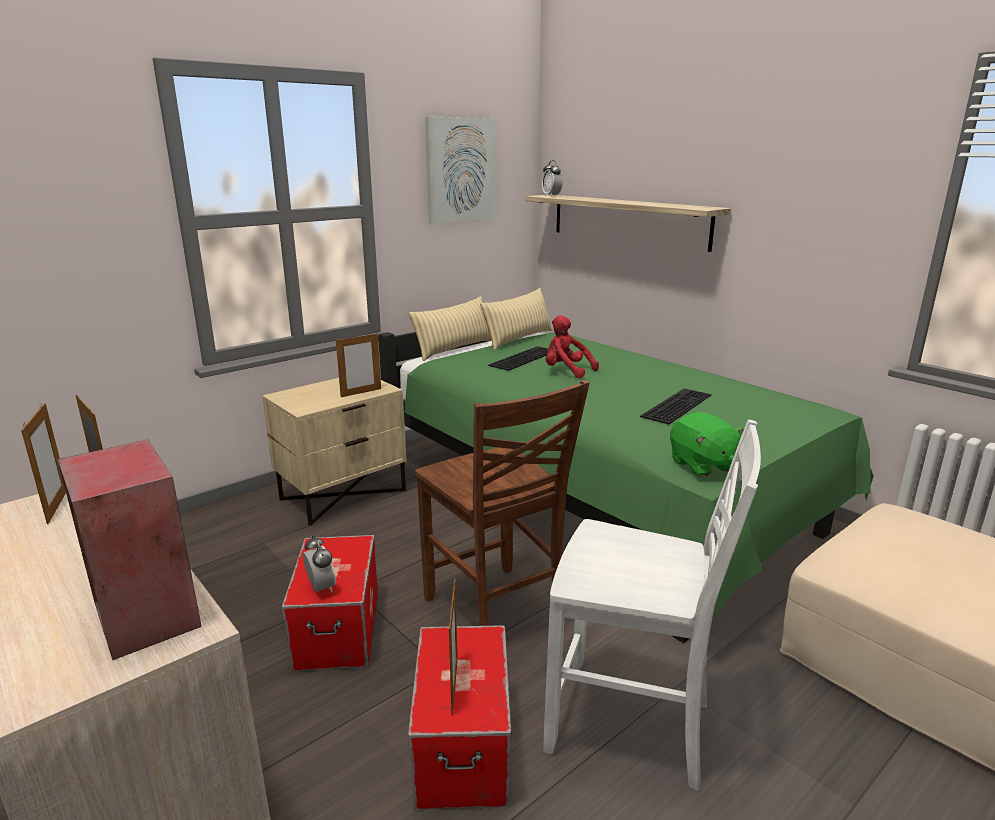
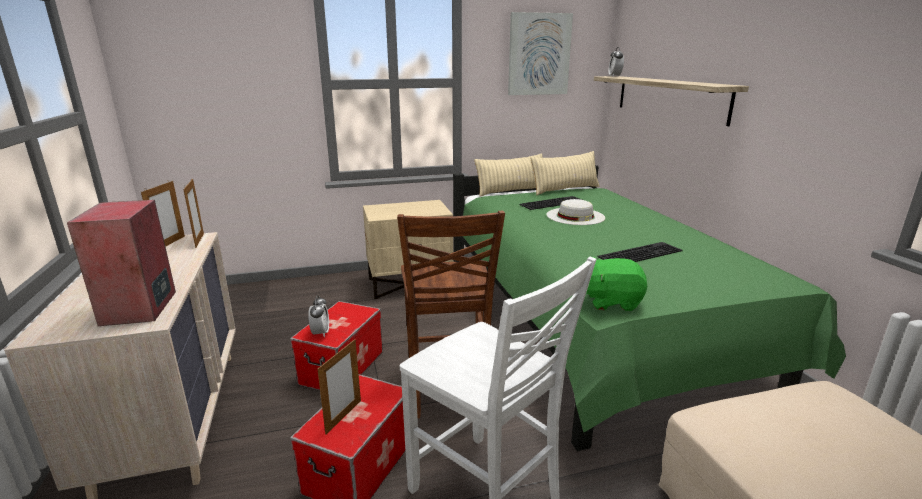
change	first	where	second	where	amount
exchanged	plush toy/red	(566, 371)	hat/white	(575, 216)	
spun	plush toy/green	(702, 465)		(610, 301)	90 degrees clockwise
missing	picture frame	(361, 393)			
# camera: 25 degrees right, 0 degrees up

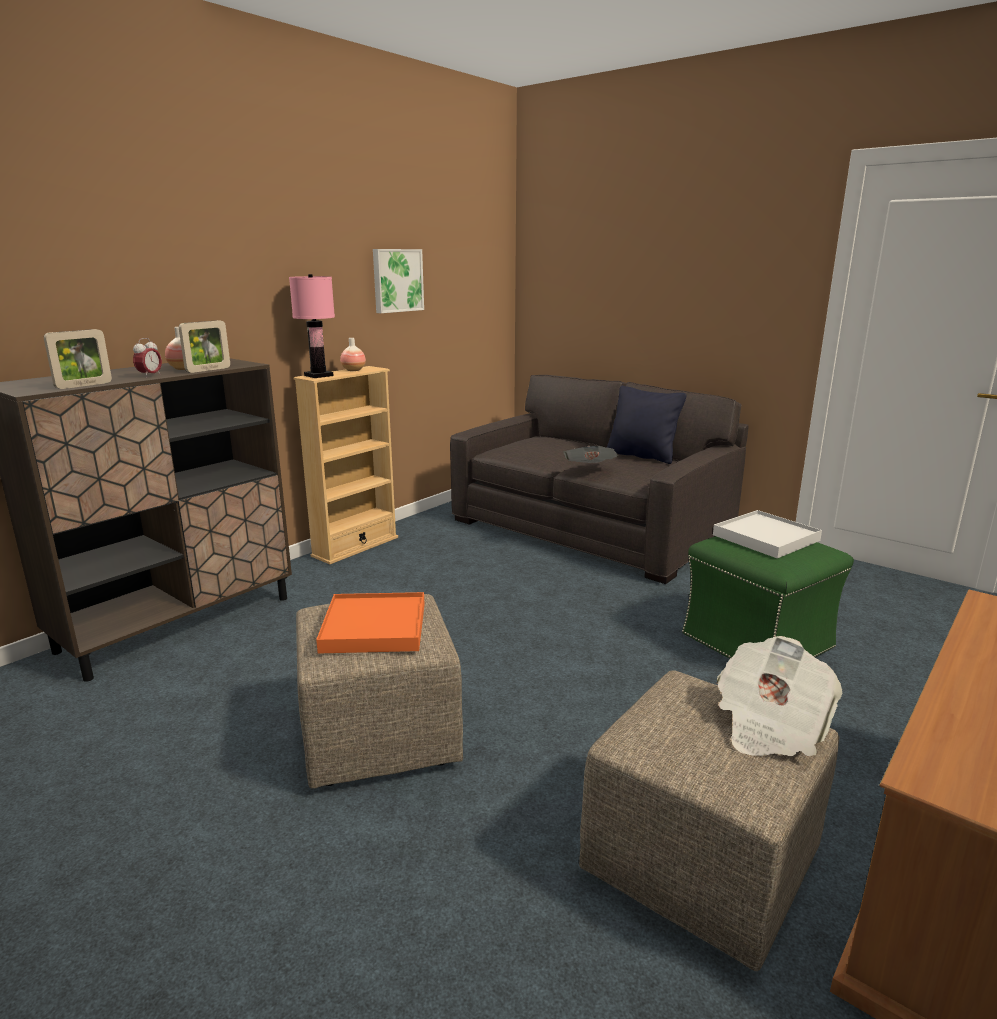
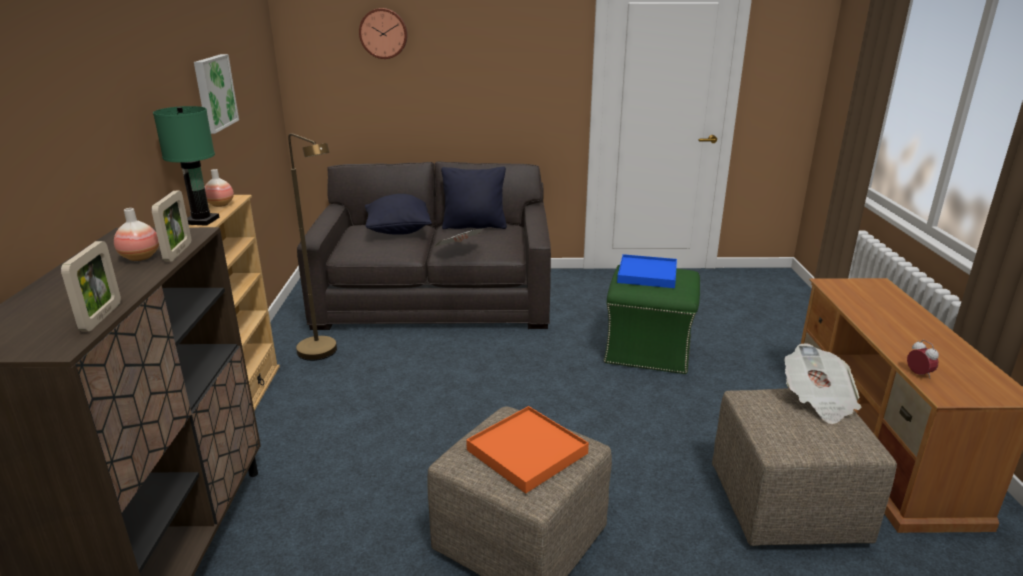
change	first	where	second	where	amount
colour	table lamp/pink	(318, 375)	table lamp/green	(201, 221)	
appeared			floor lamp/brown	(323, 354)	
appeared			wall clock	(383, 33)	
appeared			pillow/black	(398, 231)	
colour	tray/white	(766, 538)	tray/blue	(647, 274)	
relocated	alarm clock	(150, 376)		(918, 374)	
# camera: 40 degrees left, 5 degrees up

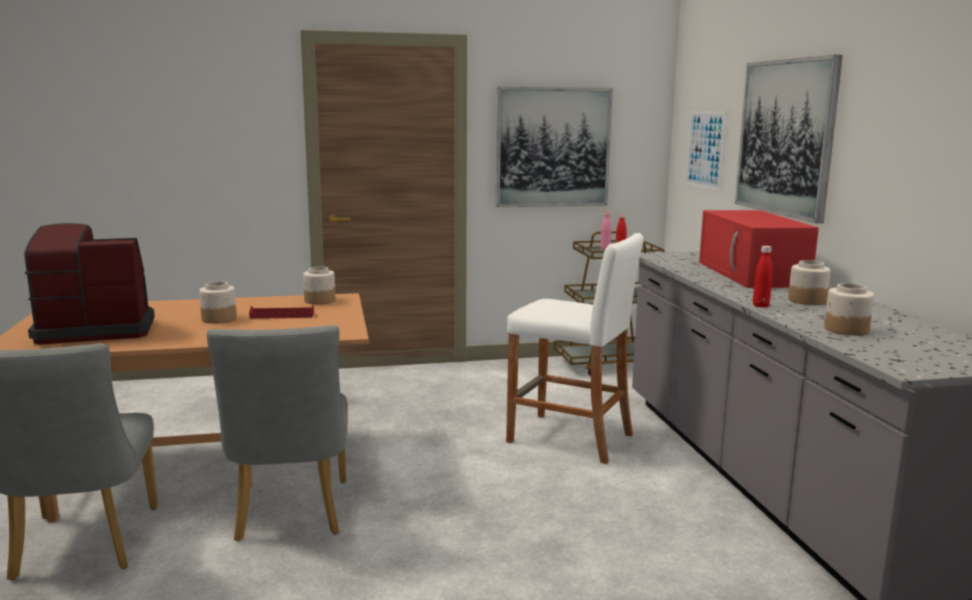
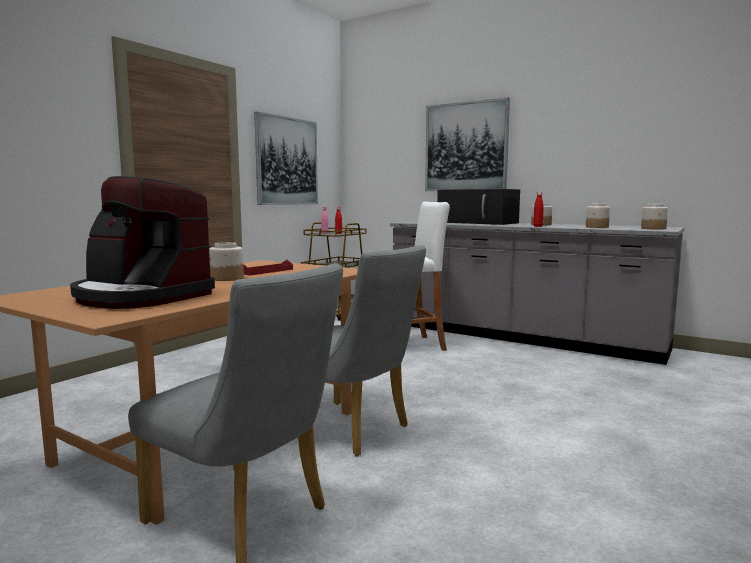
change	first	where	second	where	amount
spun	coffee machine	(96, 329)		(141, 297)	90 degrees counterclockwise
colour	microwave/red	(753, 274)	microwave/black	(478, 222)	
relocated	jar	(319, 301)		(653, 228)	
missing	picture	(705, 149)			
# camera: 45 degrees left, 5 degrees down

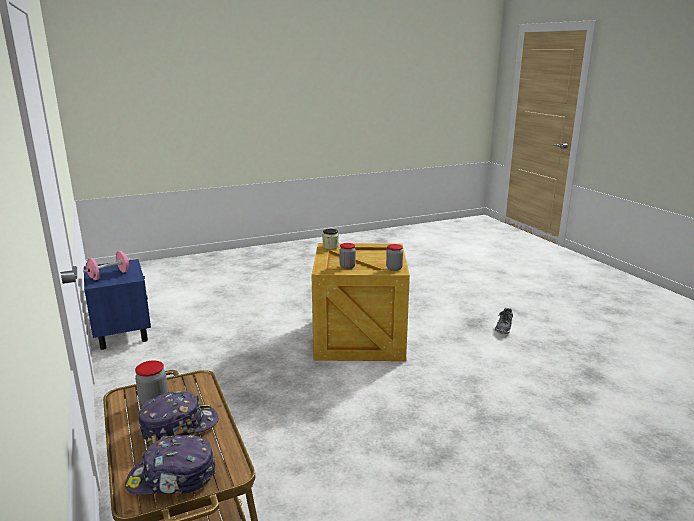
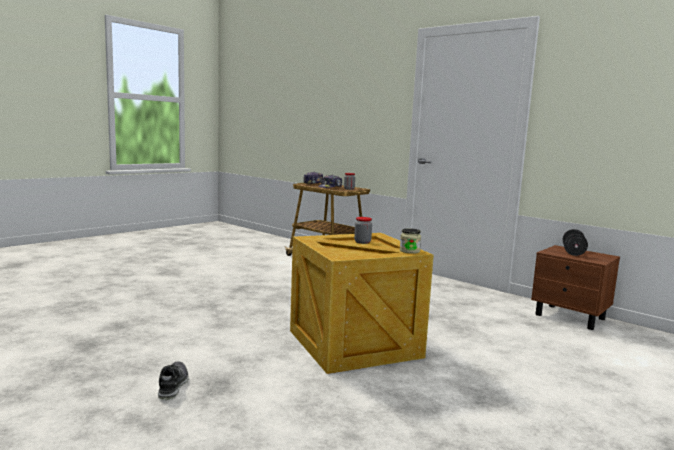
change	first	where	second	where	amount
colour	nightstand/blue	(122, 332)	nightstand/brown	(570, 317)	
colour	dumbbell/pink	(109, 275)	dumbbell/black	(573, 252)	
missing	jar	(394, 268)			
# camera: 155 degrees right, 10 degrees down

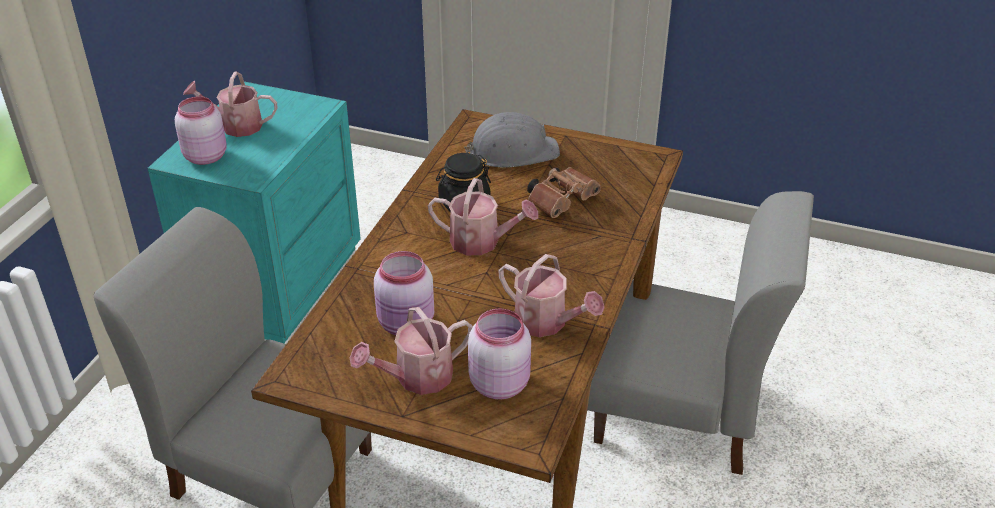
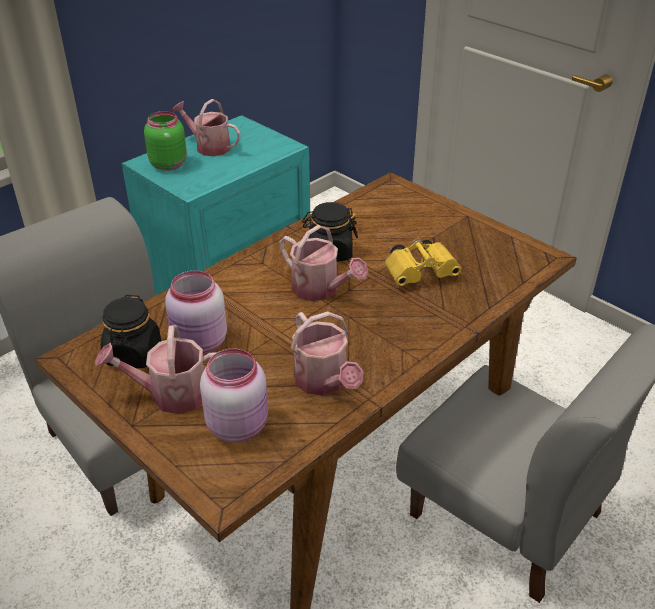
change	first	where	second	where	amount
appeared			jar/black	(133, 354)	
colour	jar/pink	(205, 156)	jar/green	(169, 164)	
colour	binoculars/brown	(562, 201)	binoculars/yellow	(422, 273)	
missing	hard hat/grey	(512, 151)			
# camera: 25 degrees right, 0 degrees up

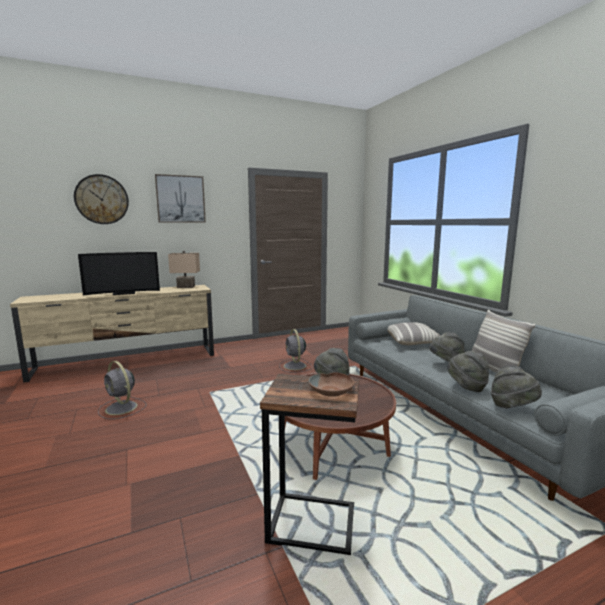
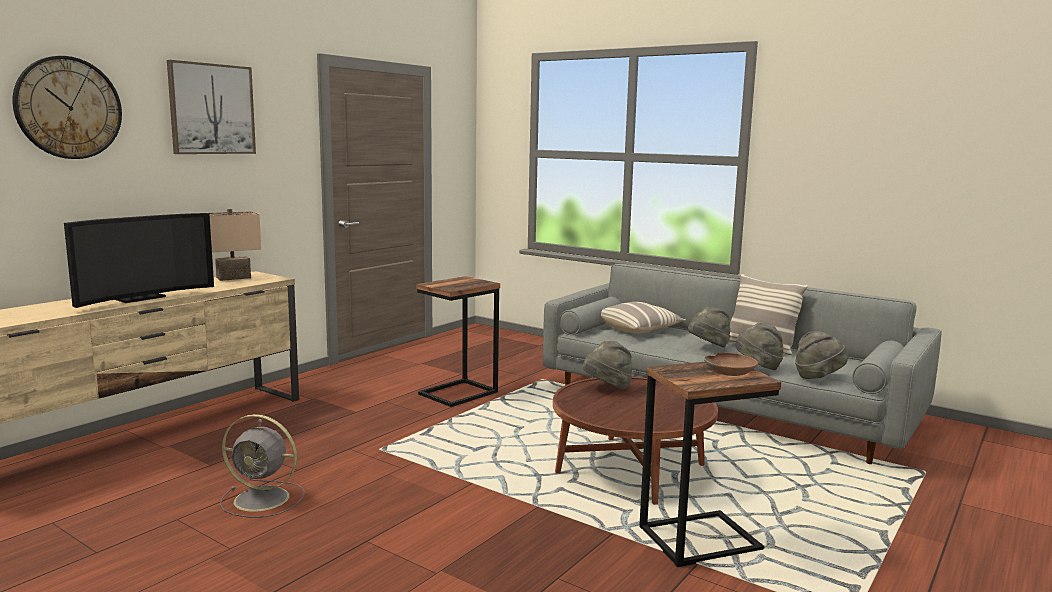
change	first	where	second	where	amount
exchanged	fan/grey	(295, 366)	side table	(459, 393)	
# camera: 30 degrees left, 0 degrees up

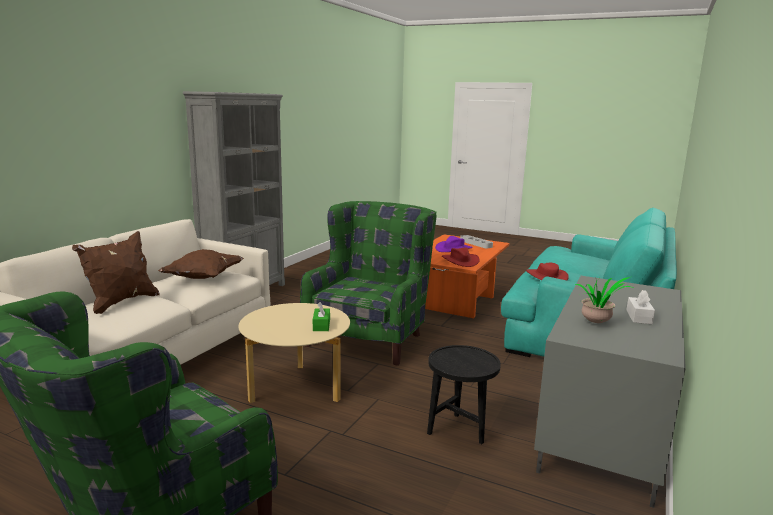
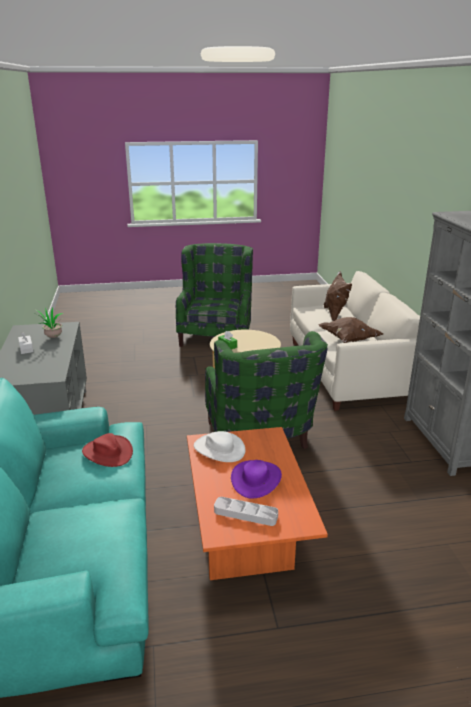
change	first	where	second	where	amount
colour	hat/red	(460, 261)	hat/white	(219, 449)	
missing	side table/black	(459, 432)			
# camera: 145 degrees right, 10 degrees up

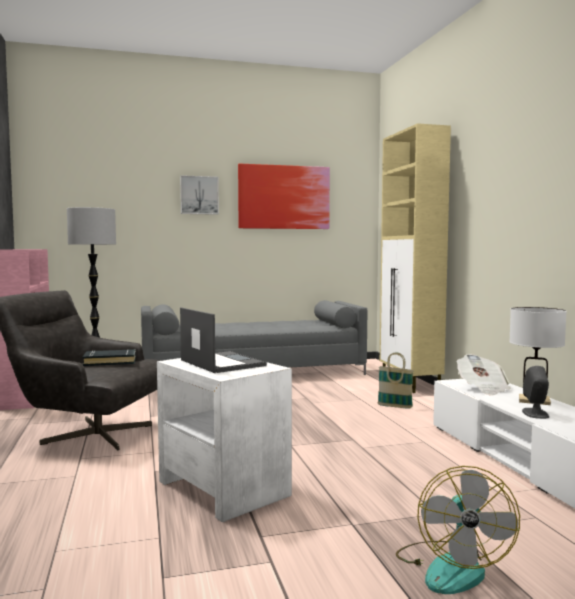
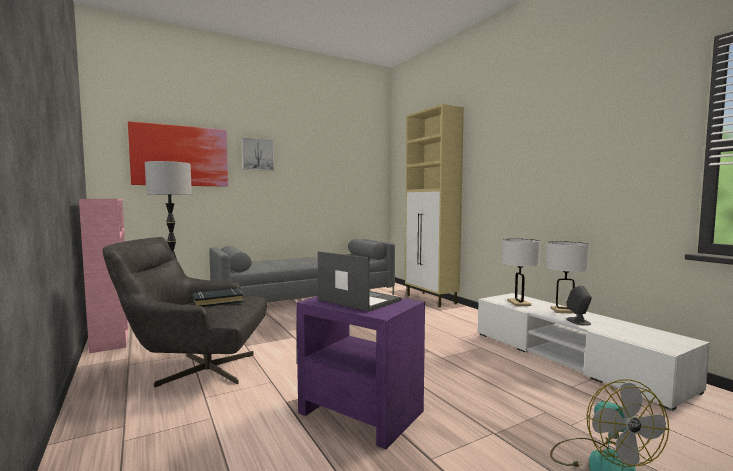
change	first	where	second	where	amount
relocated	picture	(284, 197)		(180, 156)	
colour	side table/white	(223, 487)	side table/purple	(360, 411)	
exchanged	newspaper	(482, 388)	table lamp/white	(519, 303)	
missing	basket	(395, 406)			
# camera: 15 degrees left, 0 degrees up

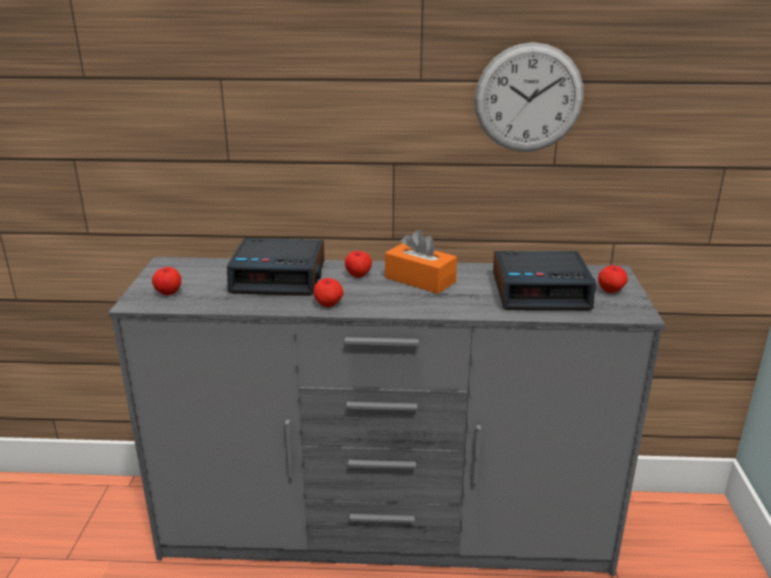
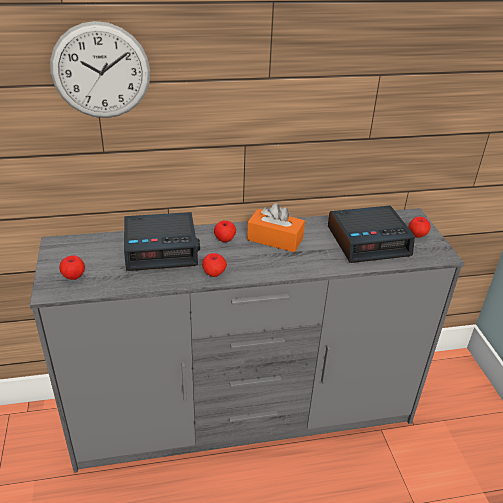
change	first	where	second	where	amount
relocated	wall clock	(528, 98)		(101, 71)	
# camera: 15 degrees left, 10 degrees up

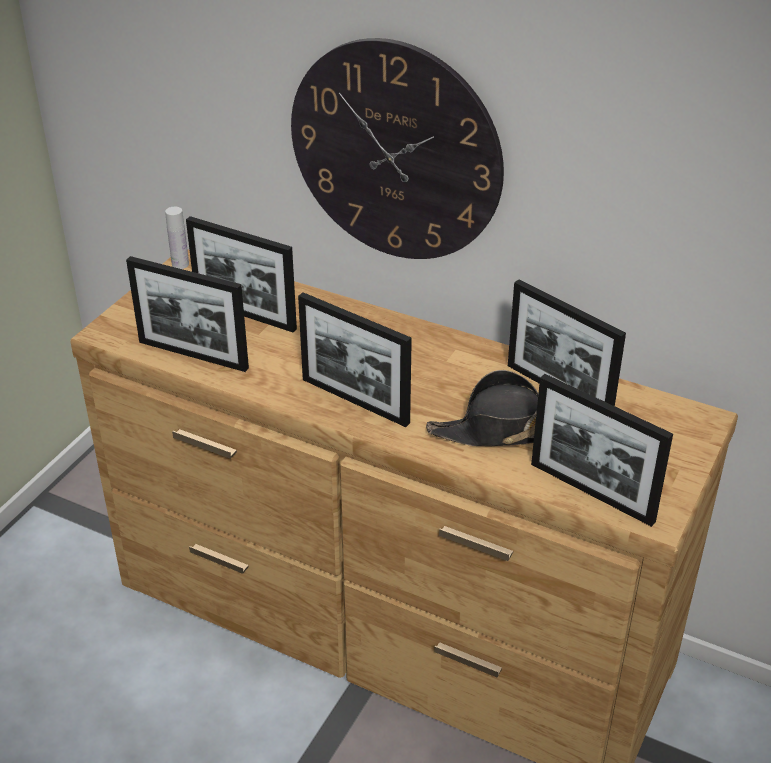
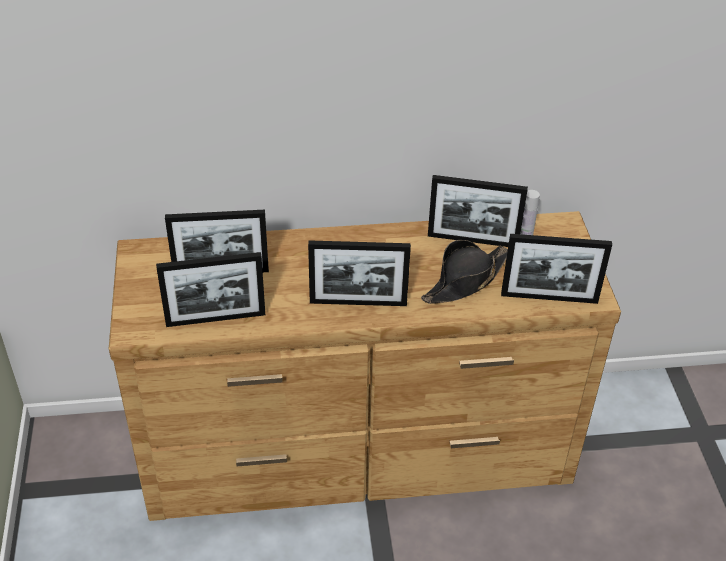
change	first	where	second	where	amount
relocated	bottle/white	(180, 264)		(526, 233)	
missing	wall clock	(395, 152)			
# camera: 35 degrees left, 5 degrees up

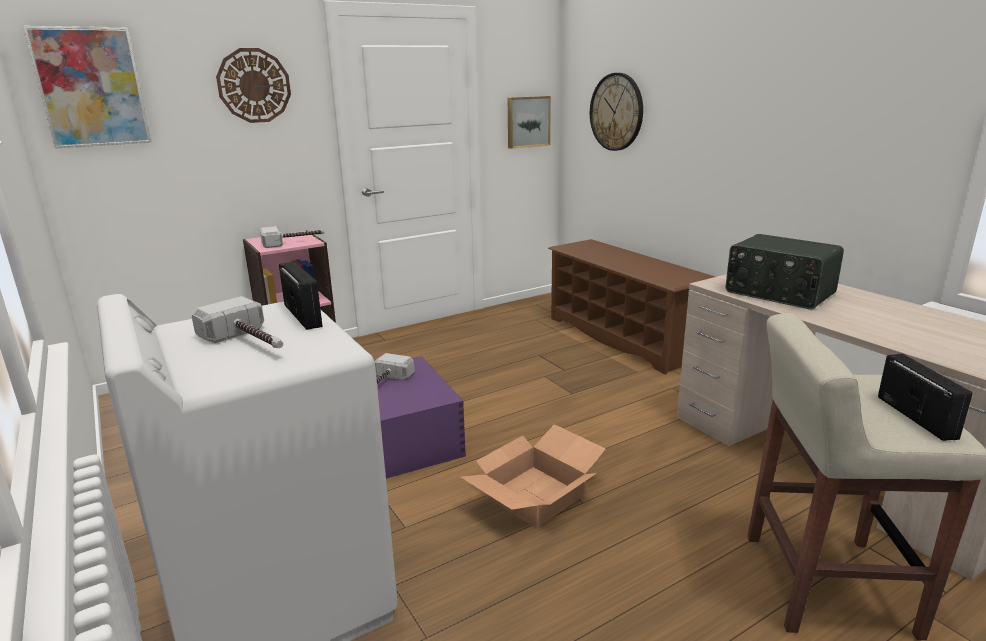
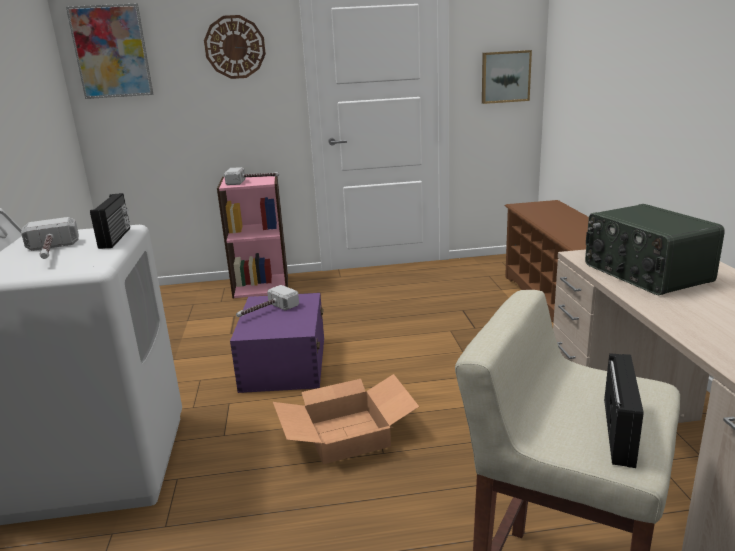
change	first	where	second	where	amount
missing	wall clock	(616, 112)			
# camera: 25 degrees right, 0 degrees up

